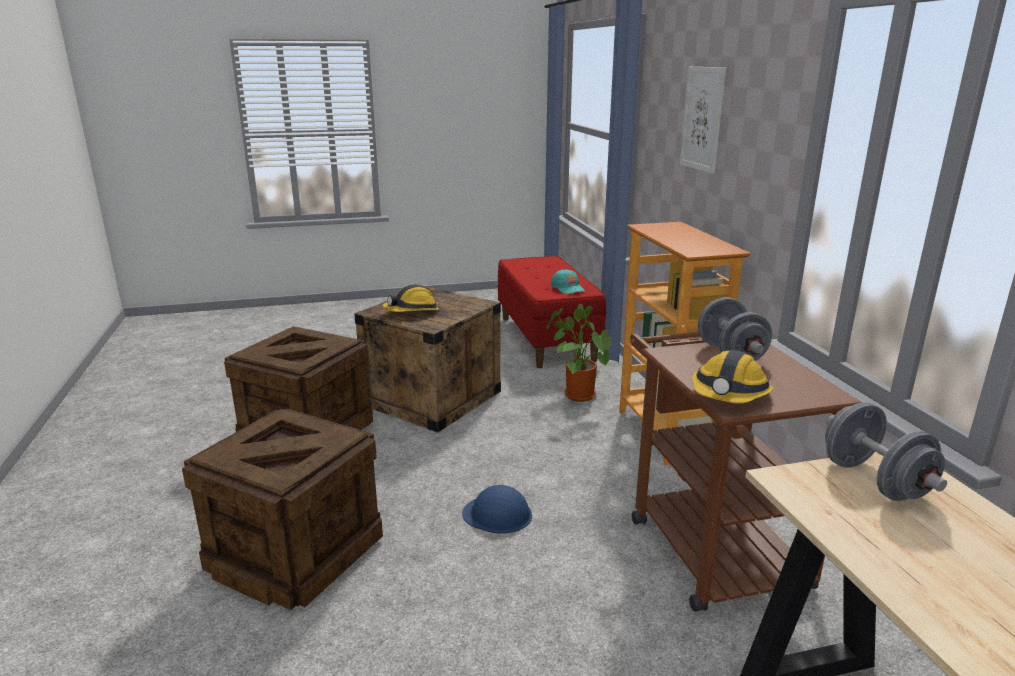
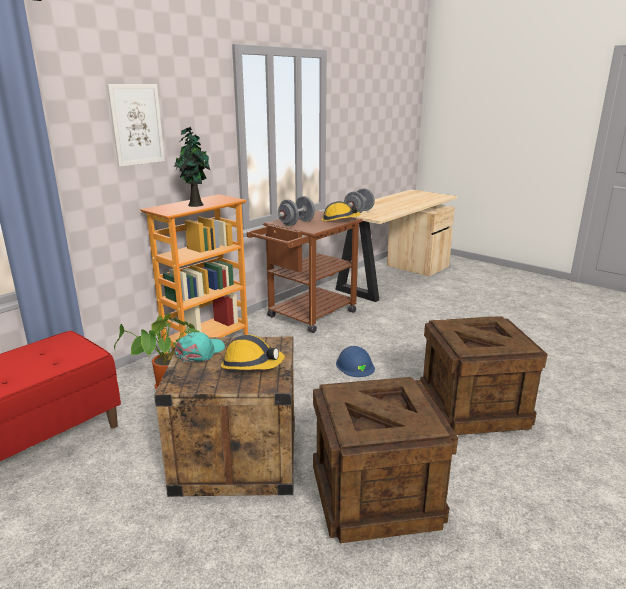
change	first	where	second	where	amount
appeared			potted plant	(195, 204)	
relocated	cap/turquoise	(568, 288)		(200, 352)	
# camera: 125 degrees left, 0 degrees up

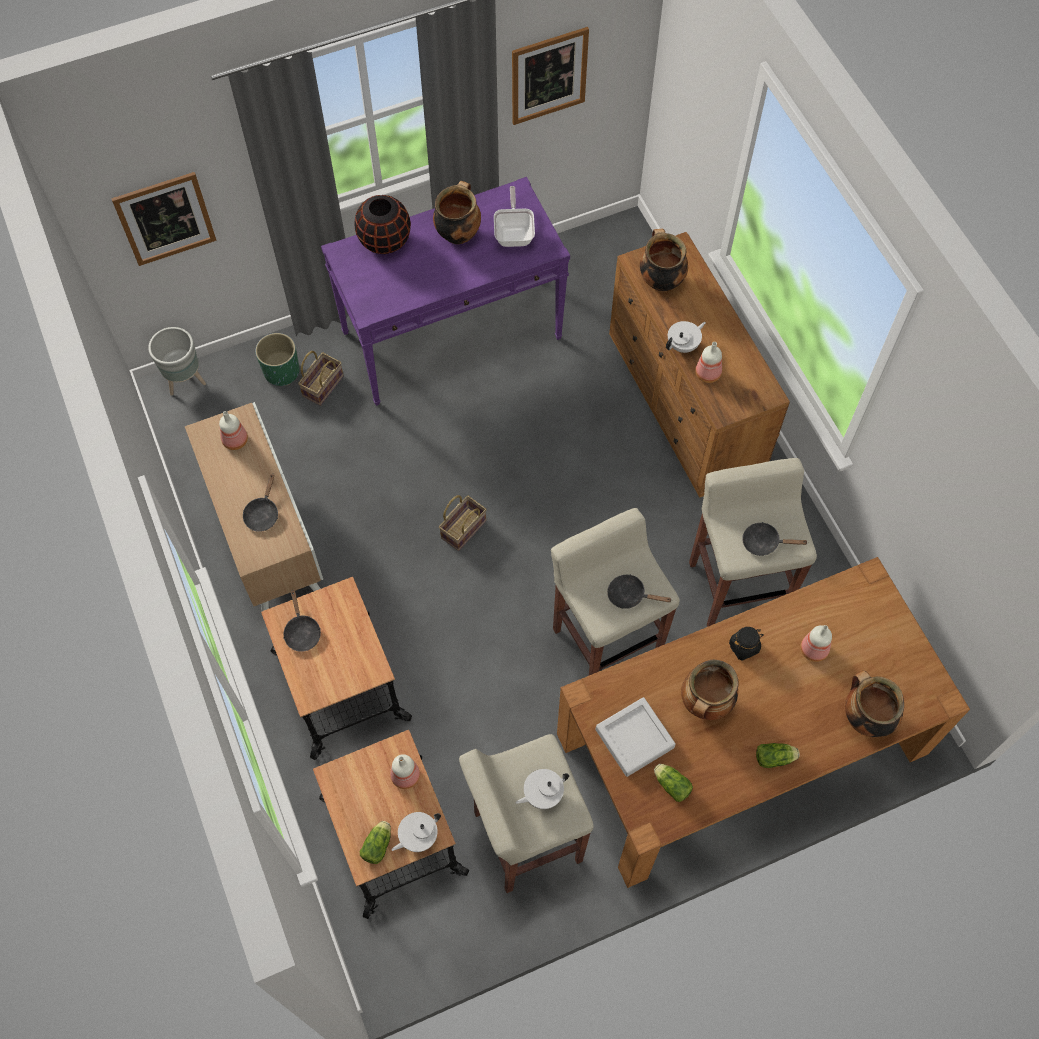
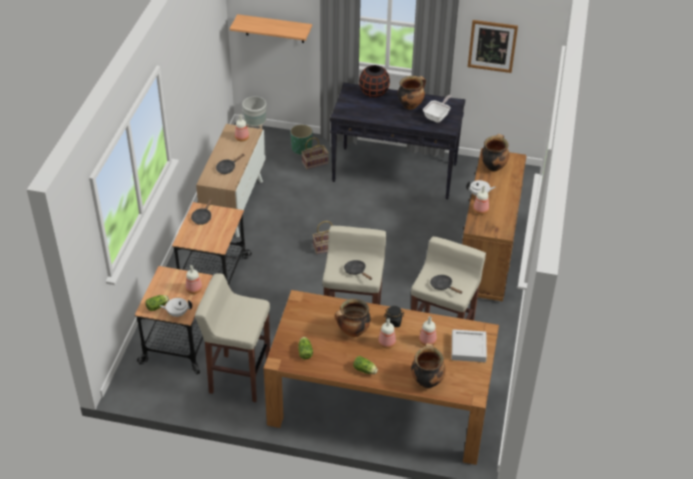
change	first	where	second	where	amount
exchanged	picture	(165, 218)	shelf	(274, 28)	
colour	console table/purple	(452, 334)	console table/black	(395, 172)	
appeared			bottle	(387, 344)	
relocated	tray/grey	(634, 738)		(468, 348)	
missing	teapot/white	(542, 794)			
# camera: 35 degrees right, 20 degrees down

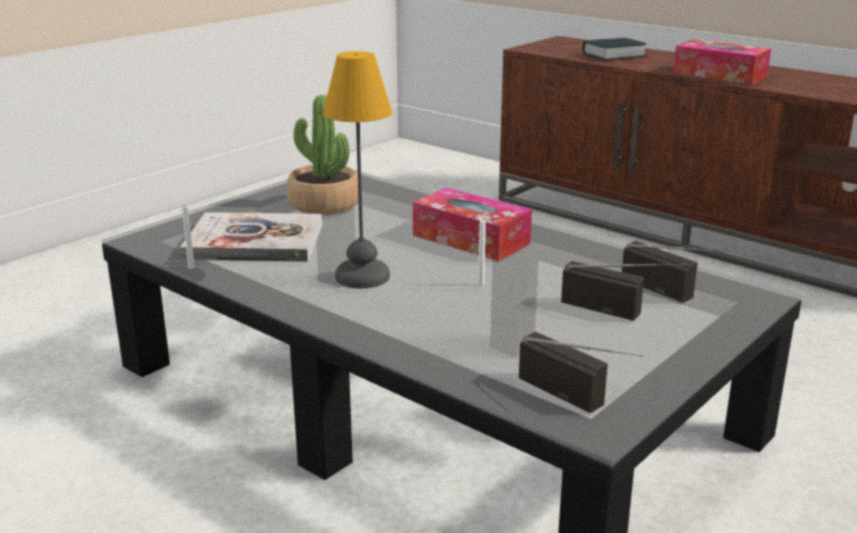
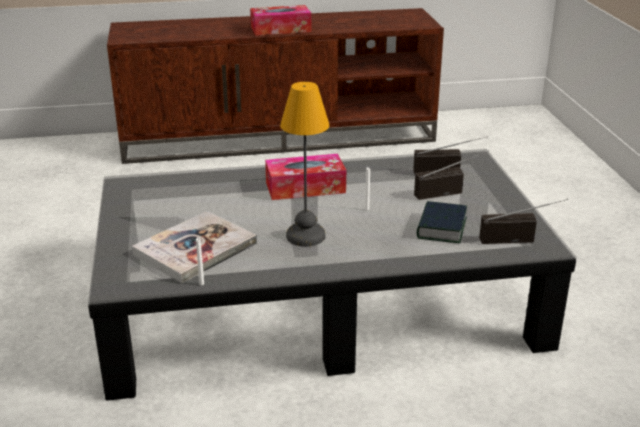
change	first	where	second	where	amount
relocated	book	(613, 55)		(441, 228)	
missing	potted plant	(324, 204)			
# camera: 50 degrees left, 5 degrees up

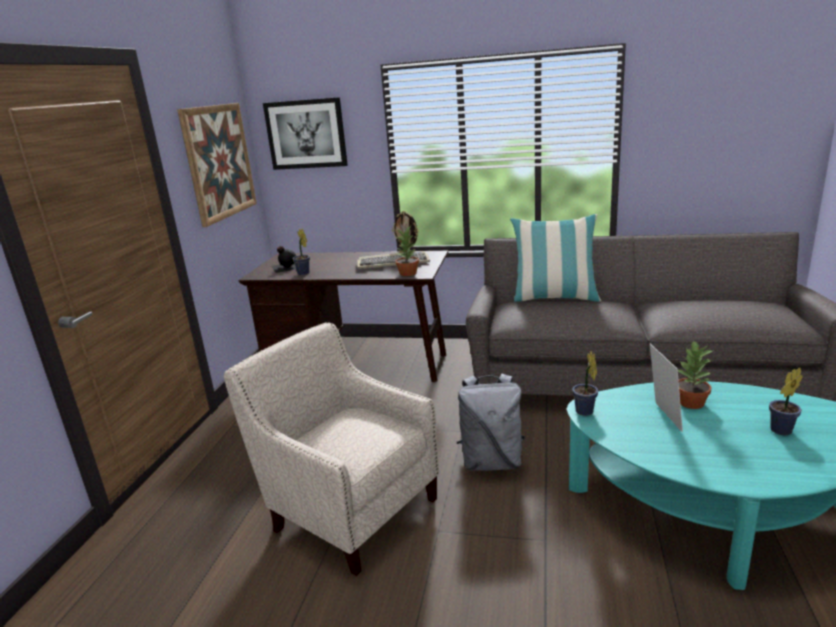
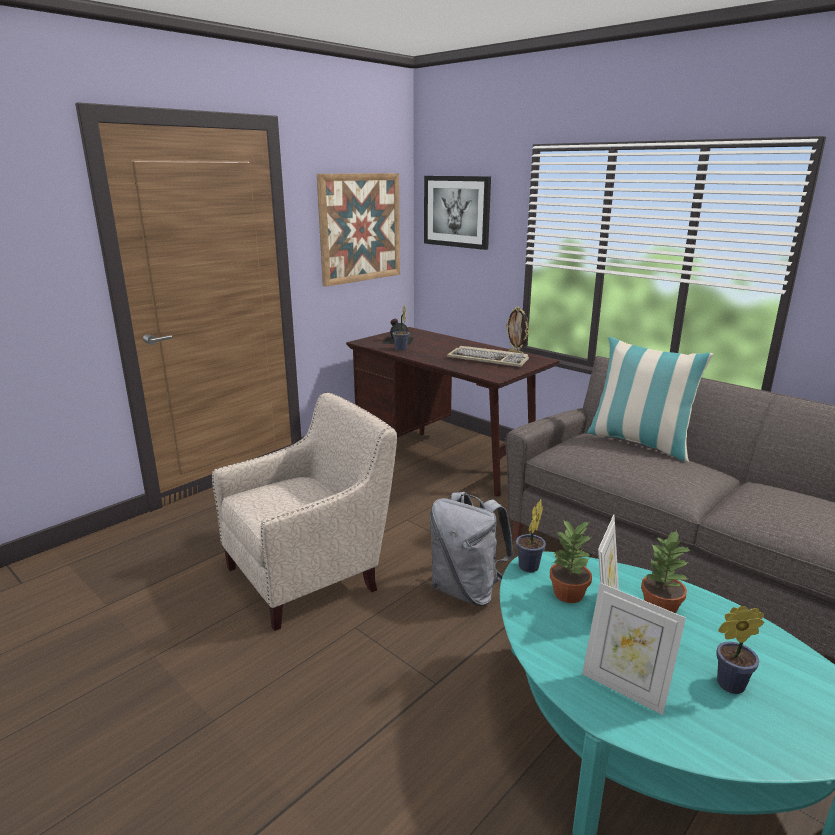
change	first	where	second	where	amount
spun	armchair/beige	(350, 508)		(311, 574)	75 degrees clockwise
relocated	potted plant	(408, 273)		(569, 594)	
appeared			picture frame	(624, 688)	
# camera: 30 degrees right, 0 degrees up

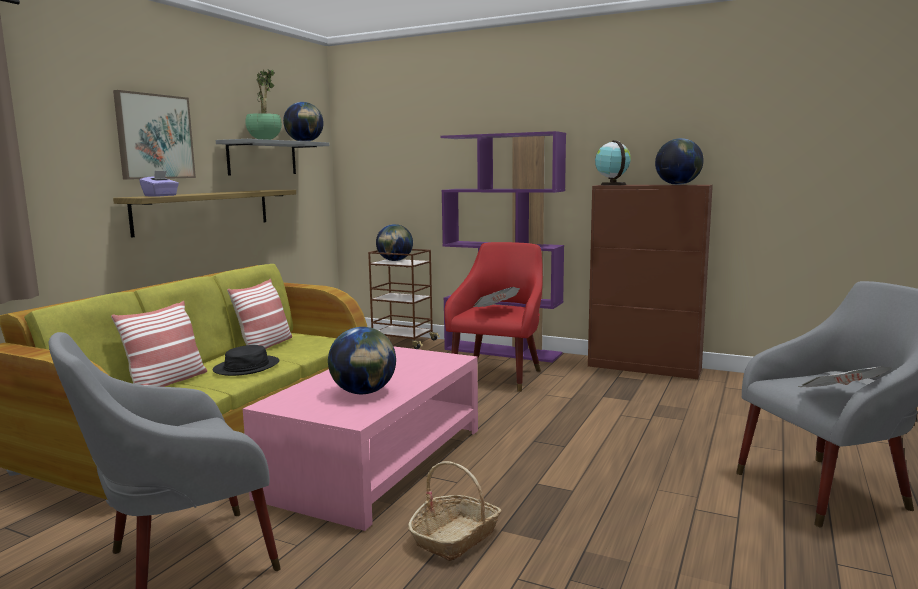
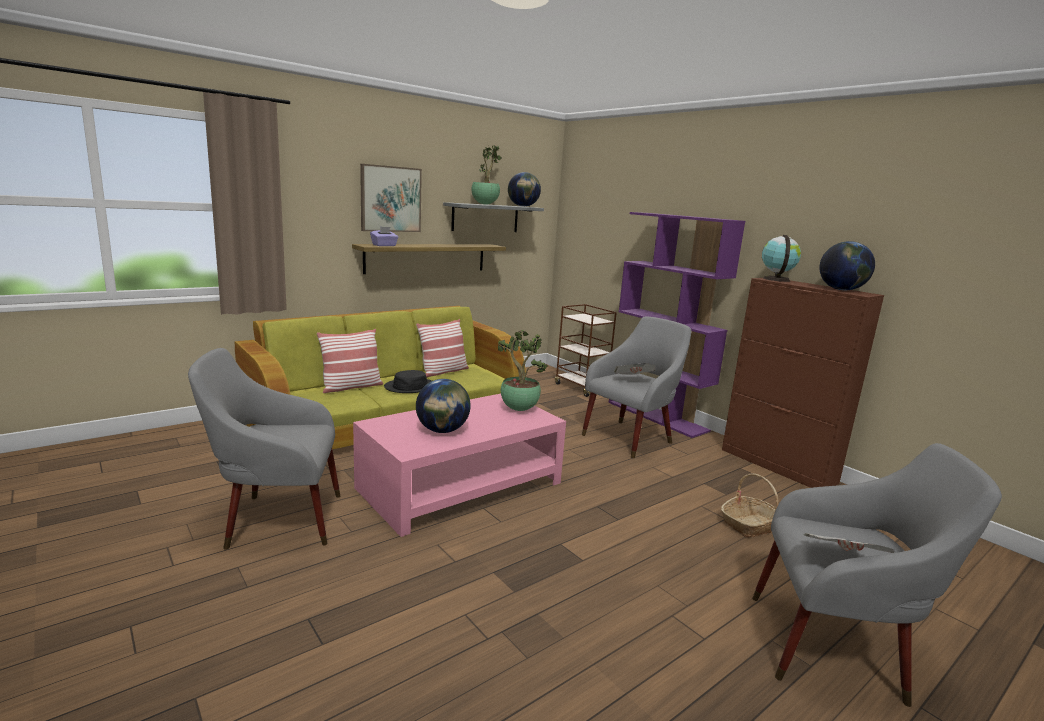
change	first	where	second	where	amount
appeared			potted plant	(518, 409)	
colour	armchair/red	(498, 374)	armchair/grey	(630, 437)	
relocated	basket	(456, 537)		(752, 525)	
missing	globe	(395, 261)			
# camera: 25 degrees right, 5 degrees up

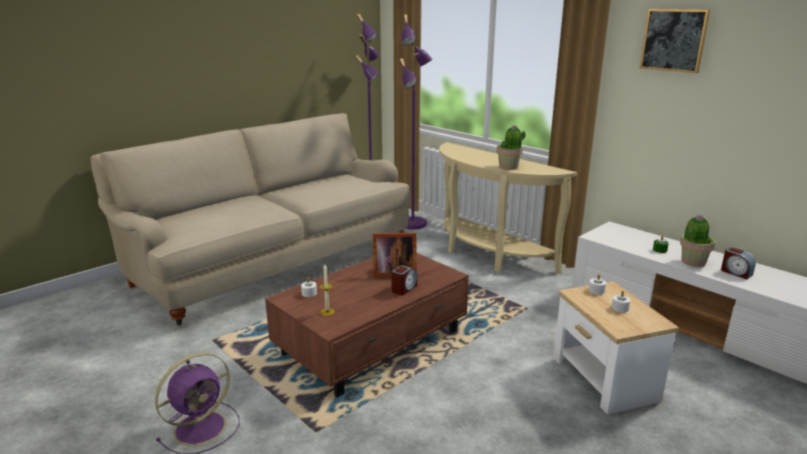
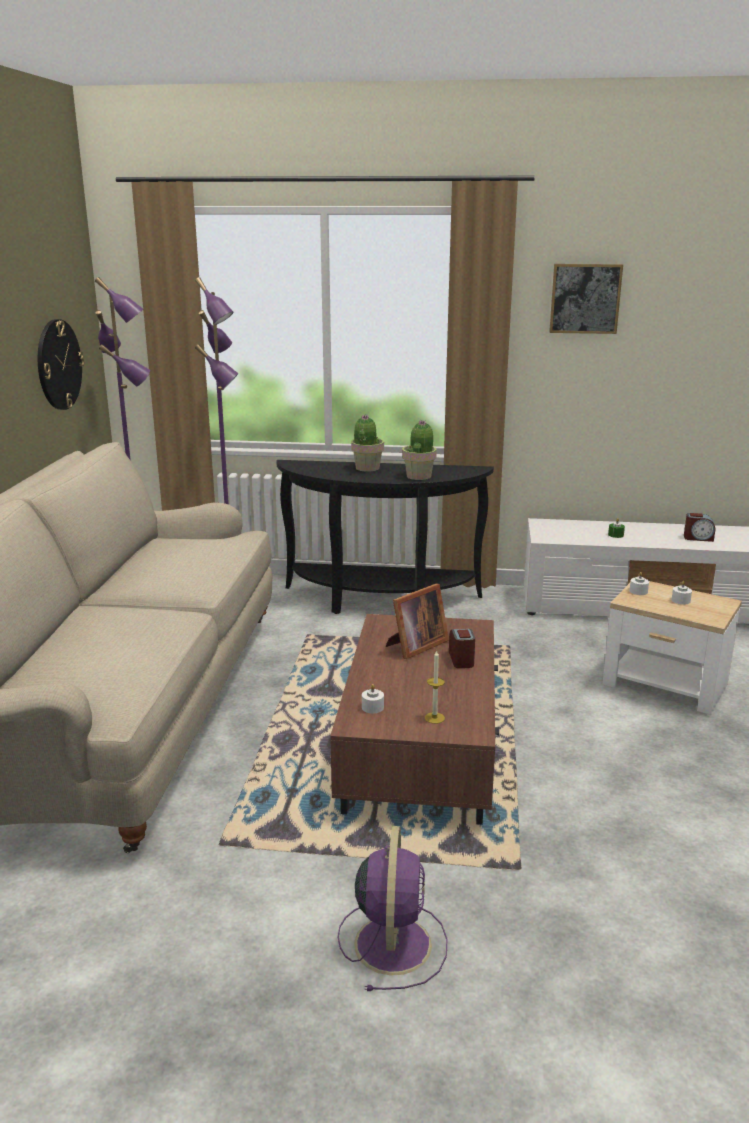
change	first	where	second	where	amount
appeared			wall clock	(58, 365)	
colour	console table/beige	(486, 255)	console table/black	(380, 602)	
relocated	potted plant	(692, 262)		(367, 468)	
# camera: 40 degrees left, 0 degrees up

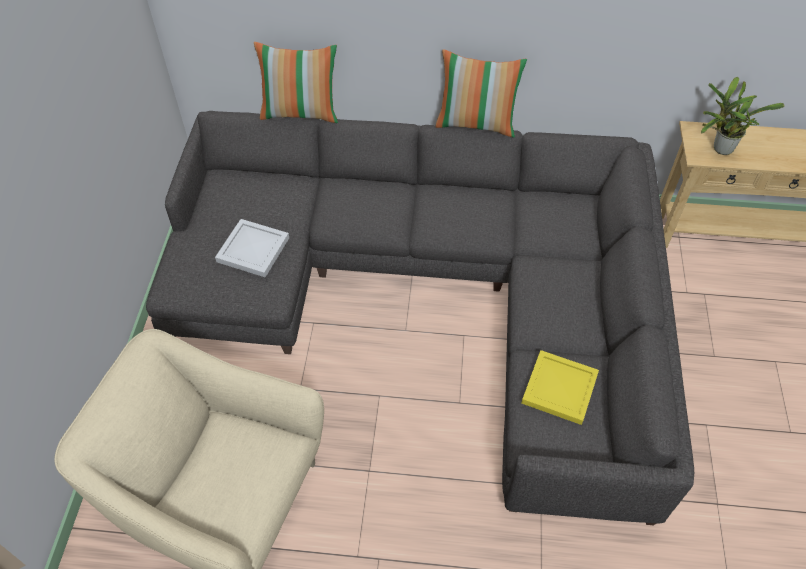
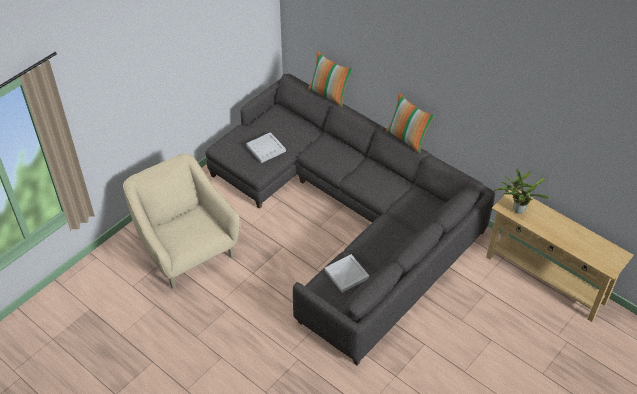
change	first	where	second	where	amount
colour	tray/yellow	(561, 388)	tray/white	(347, 274)	
# camera: 35 degrees right, 5 degrees down

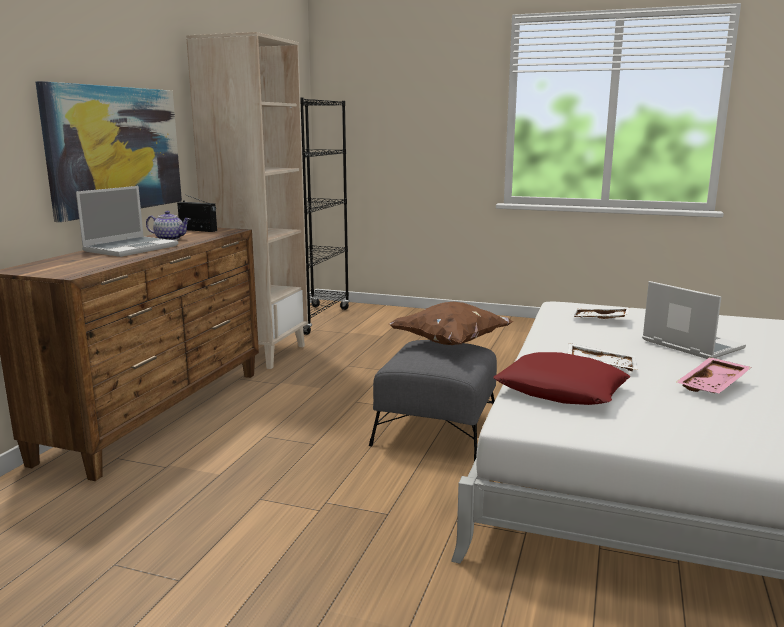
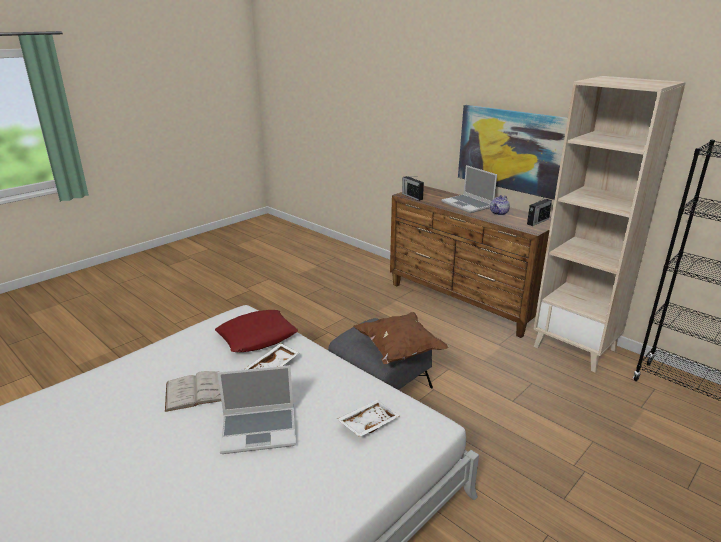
change	first	where	second	where	amount
exchanged	tray/pink	(714, 385)	book/white	(196, 391)	
appeared			radio	(412, 196)	
# camera: 115 degrees right, 10 degrees up

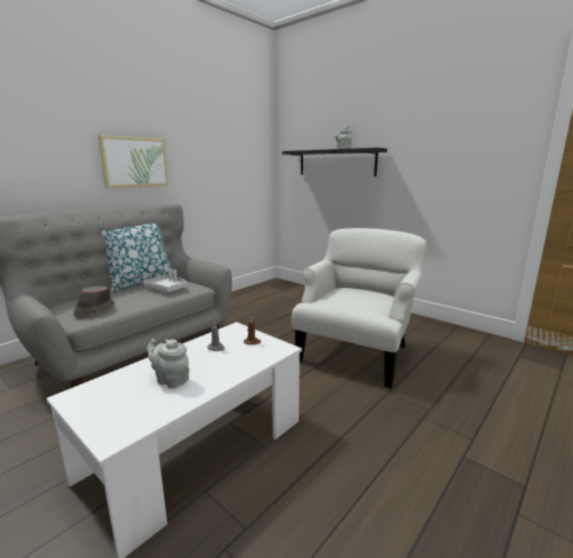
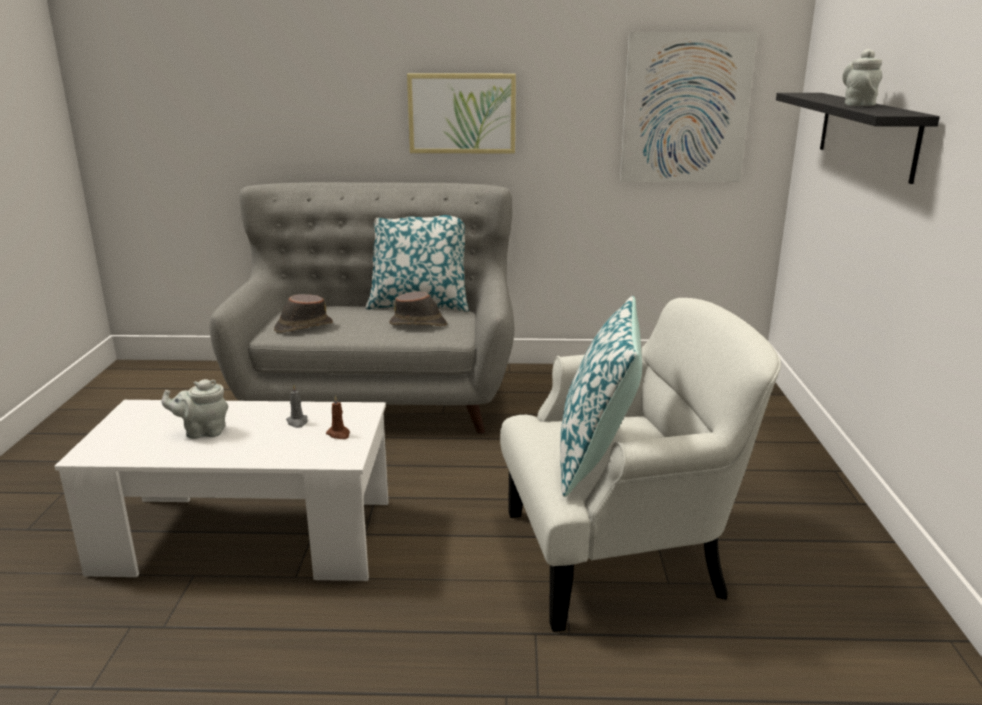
change	first	where	second	where	amount
spun	teapot/grey	(170, 380)		(202, 432)	90 degrees counterclockwise
exchanged	tray/grey	(167, 288)	hat/brown	(418, 324)	
appeared			pillow	(596, 457)	
appeared			picture	(685, 109)	
# camera: 50 degrees right, 5 degrees up

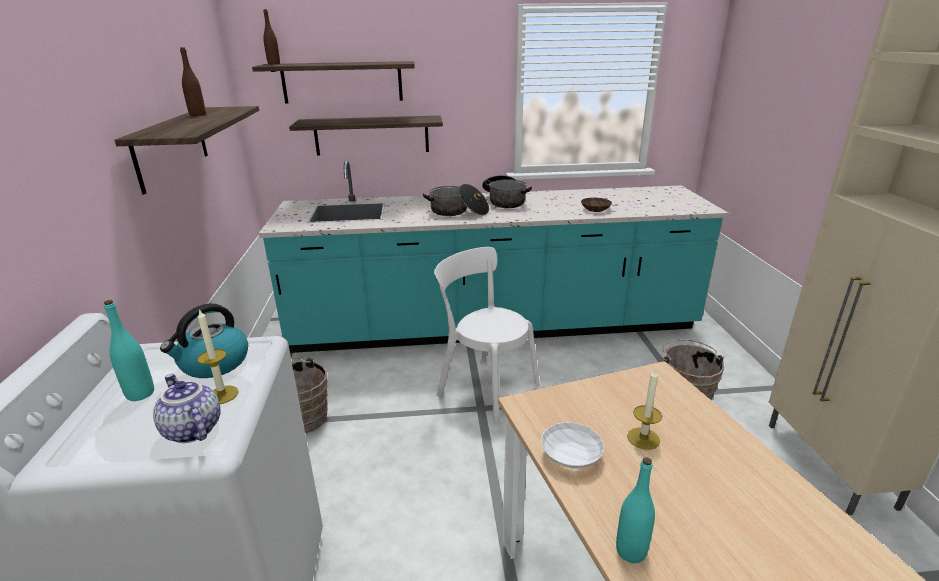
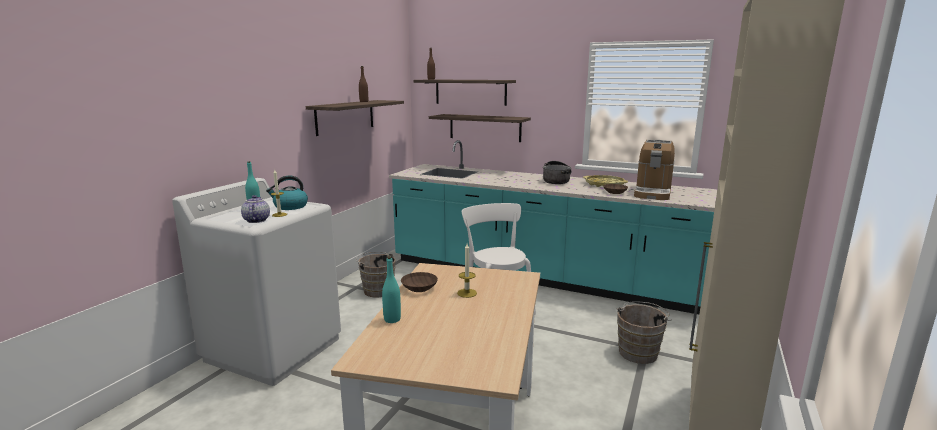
change	first	where	second	where	amount
colour	bowl/white	(569, 454)	bowl/brown	(419, 287)	
appeared			tray/yellow	(604, 184)	
appeared			coffee machine	(653, 192)	
missing	cooking pot	(458, 212)			
# camera: 30 degrees right, 10 degrees down

